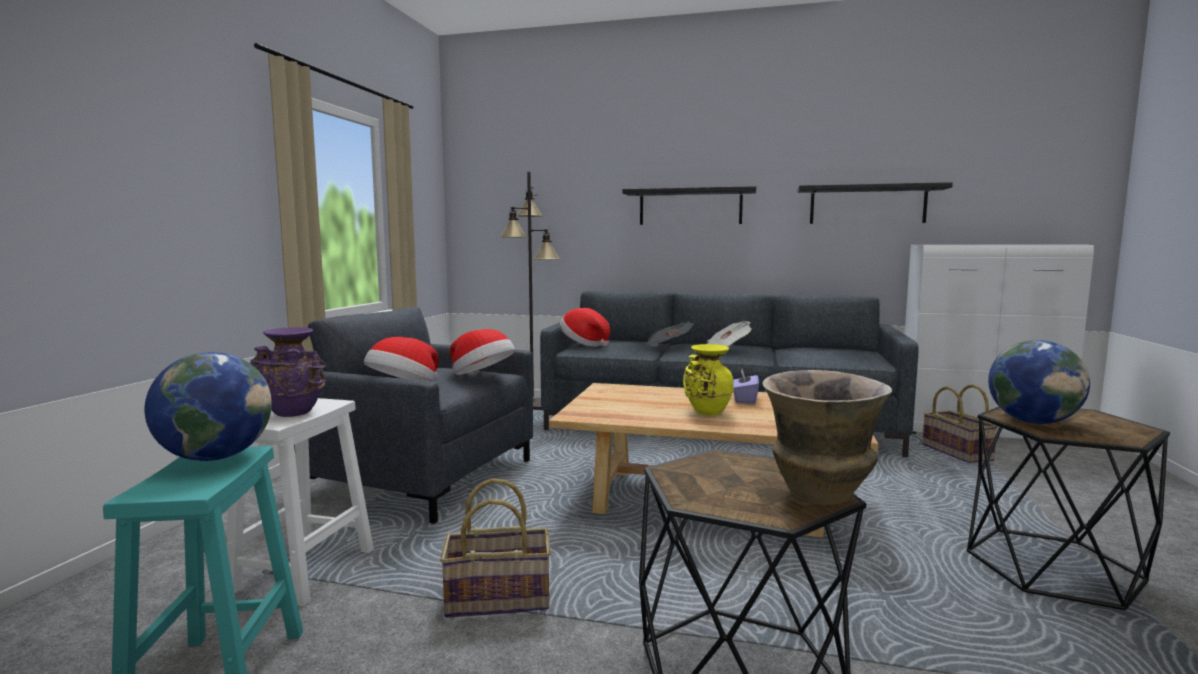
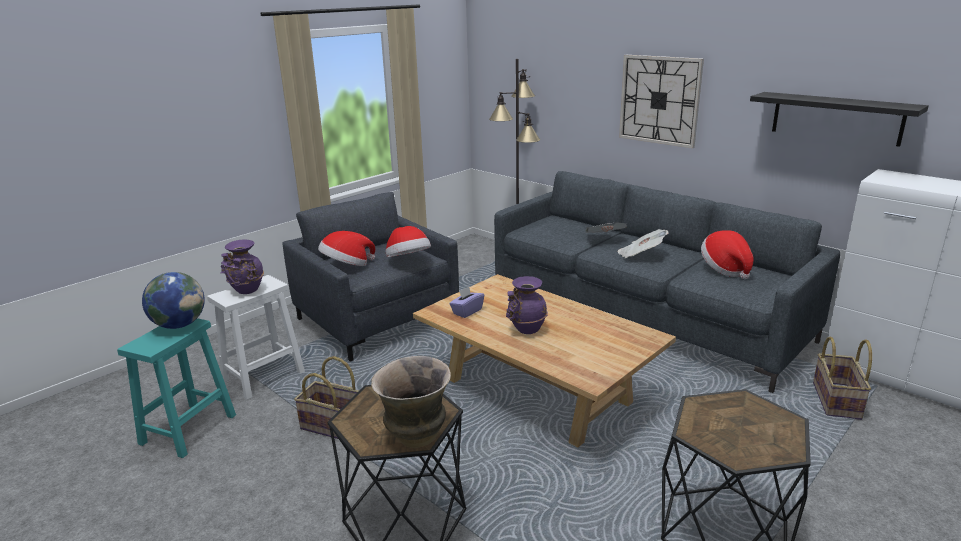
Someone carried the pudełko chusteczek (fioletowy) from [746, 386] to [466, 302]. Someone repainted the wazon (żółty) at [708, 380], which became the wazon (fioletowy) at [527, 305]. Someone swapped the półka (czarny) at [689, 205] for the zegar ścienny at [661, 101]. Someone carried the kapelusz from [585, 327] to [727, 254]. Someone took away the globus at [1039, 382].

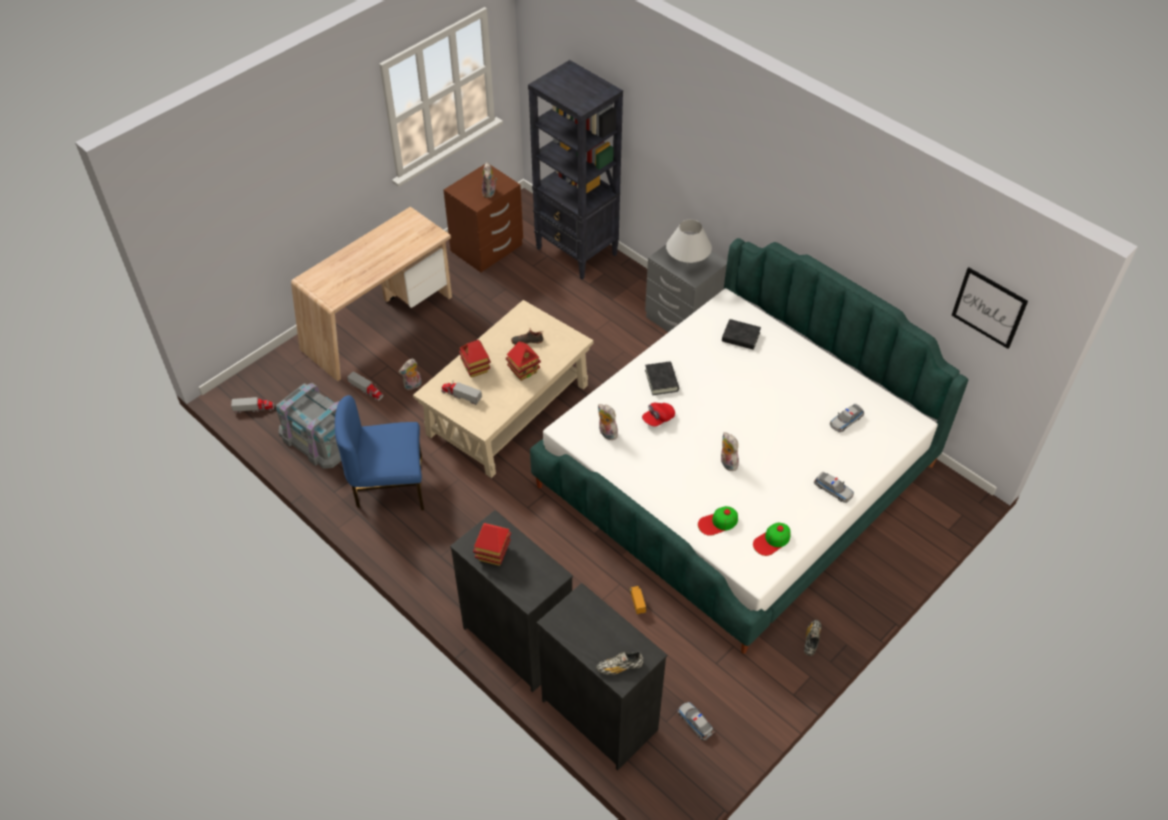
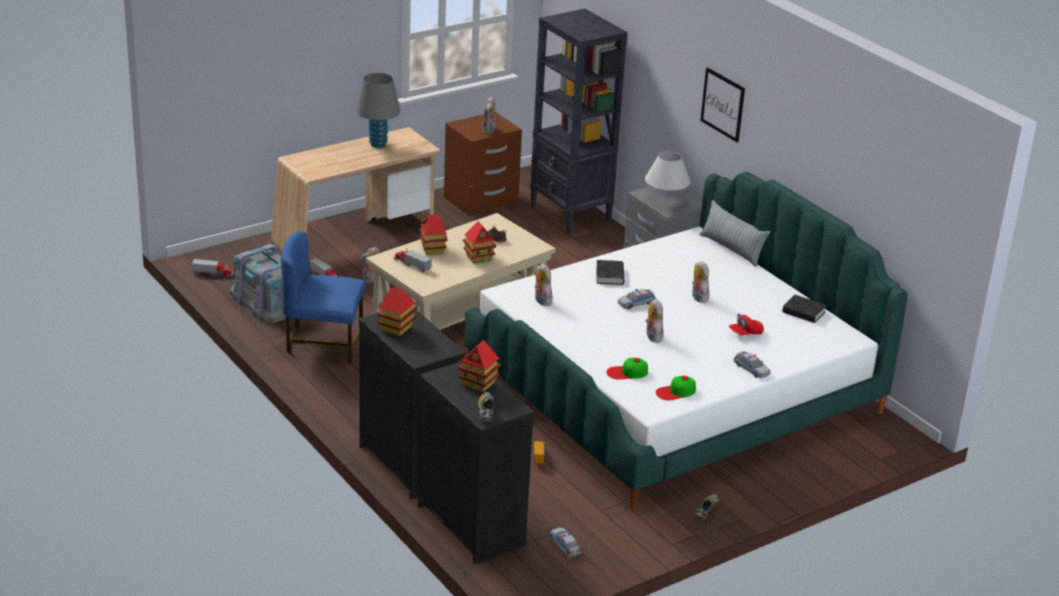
Someone put down the lampa stołowa (szary) at [378, 110]. Someone put down the domek at [479, 366]. Someone rotated the but at [619, 663] by 90 degrees clockwise. Someone carried the samochodzik from [847, 418] to [637, 299]. Someone put down the pluszak at [700, 282]. Someone carried the obraz from [989, 308] to [722, 105]. Someone put down the poduszka at [735, 233]. Someone carried the czapka z daszkiem (czerwony) from [658, 415] to [746, 324]. Someone carried the książka (czarny) from [741, 334] to [804, 309].

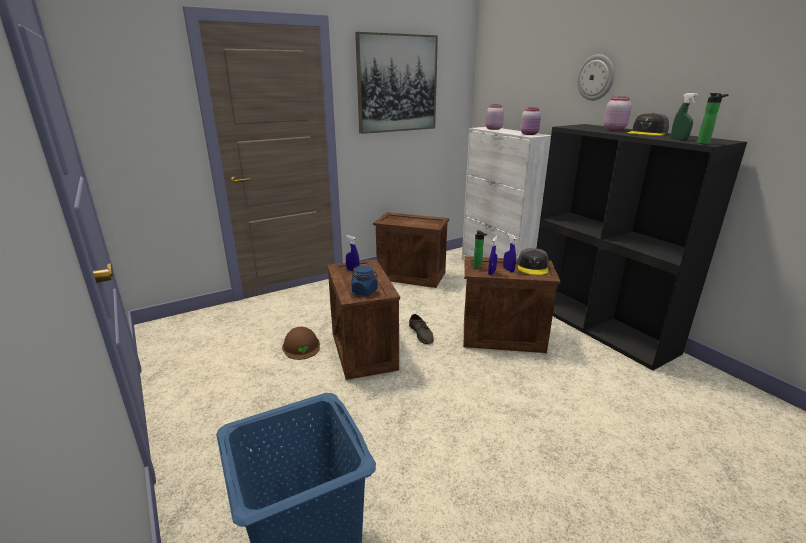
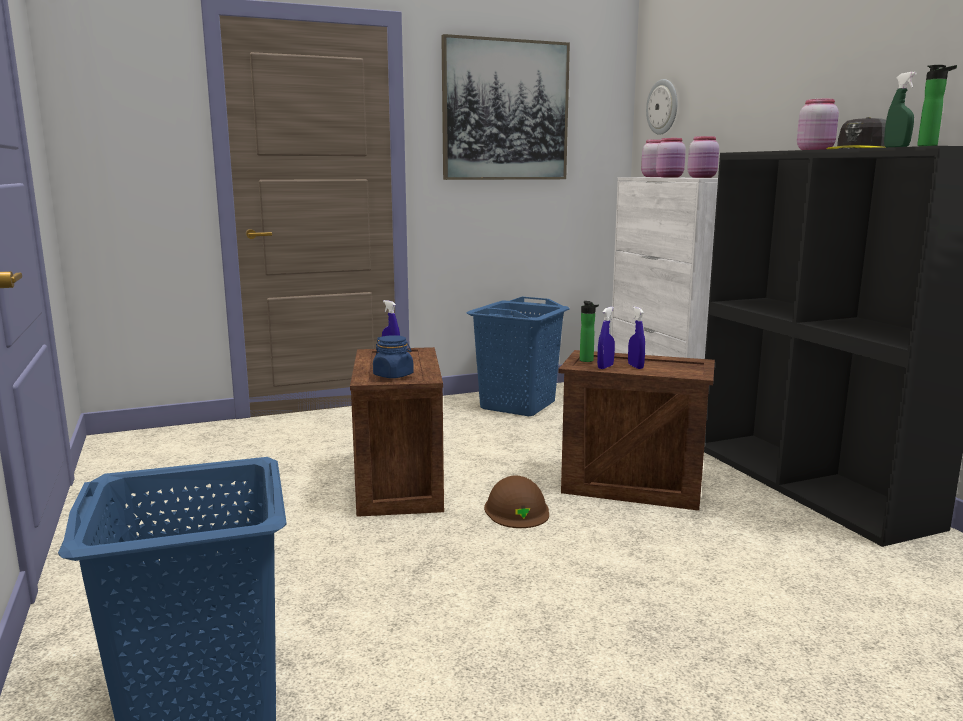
Someone swapped the skrzynka at [411, 250] for the kosz na pranie (niebieski) at [518, 356]. Someone carried the kask (brązowy) from [301, 343] to [516, 501]. Someone carried the zegar ścienny from [595, 77] to [661, 107]. Someone put down the słoik (różowy) at [671, 157]. Someone took away the but (szary) at [421, 329]. Someone took away the czapka z daszkiem (szary) at [533, 261].

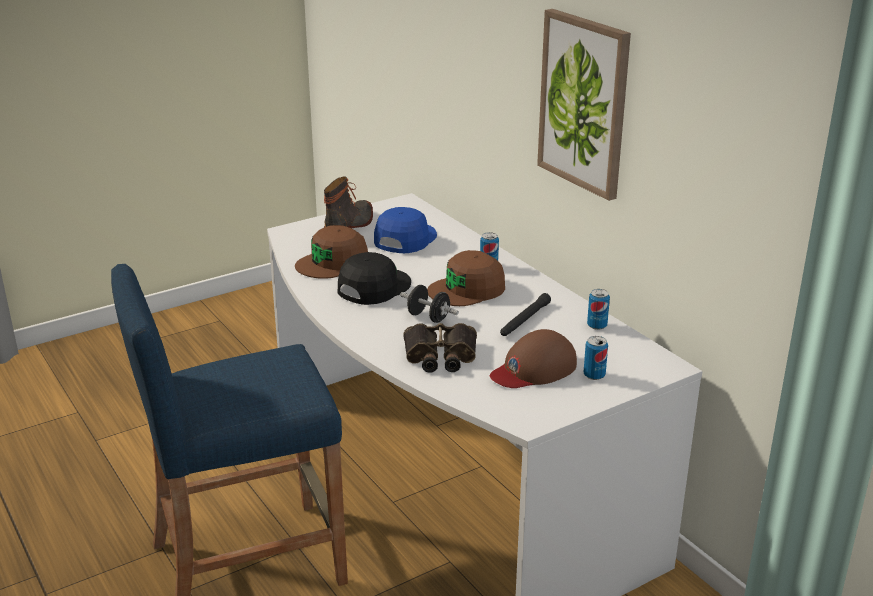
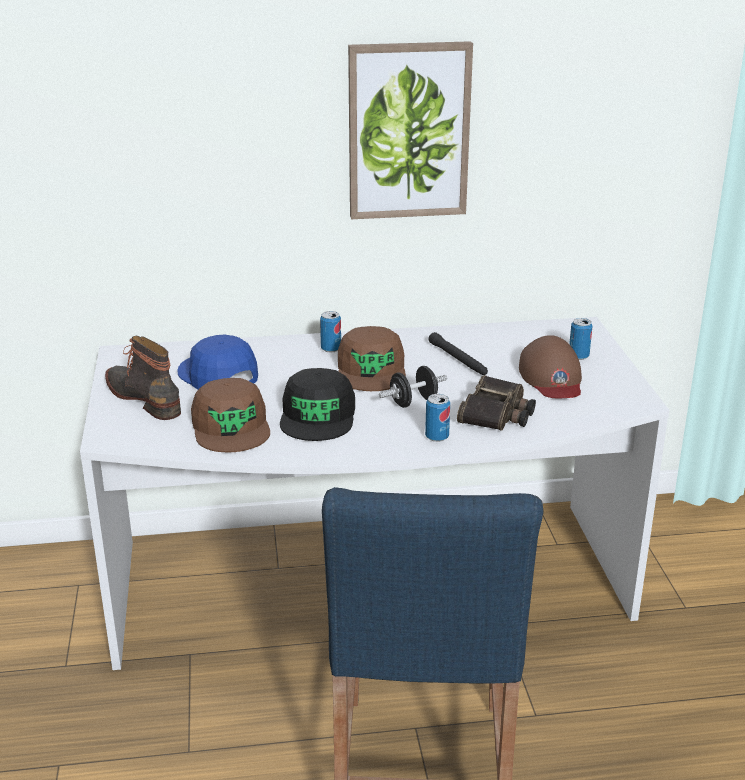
Someone rotated the czapka z daszkiem (czarny) at [374, 278] by 150 degrees counterclockwise. Someone carried the puszka from [598, 309] to [437, 418].

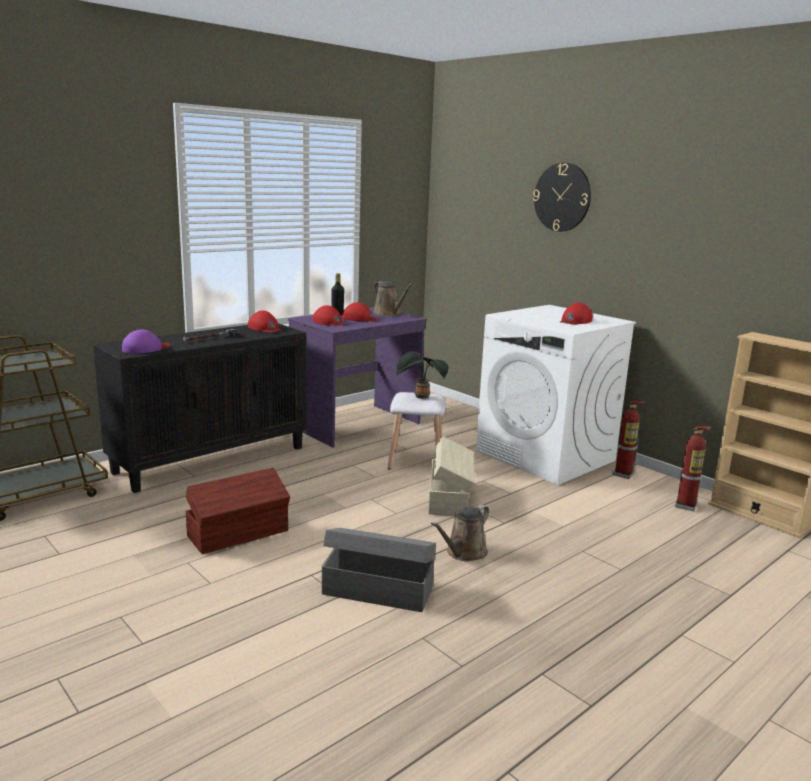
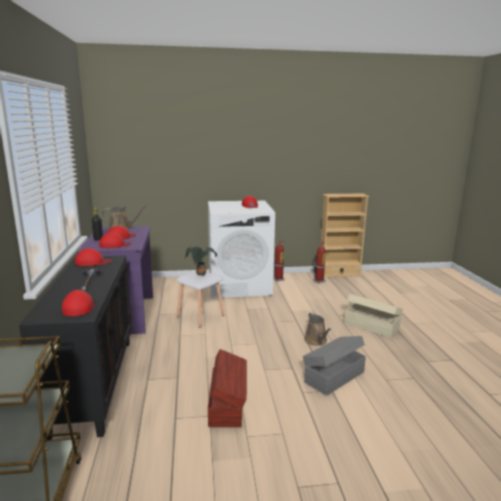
Someone repainted the czapka z daszkiem (fioletowy) at [146, 341], which became the czapka z daszkiem (czerwony) at [78, 303]. Someone carried the pojemnik do przechowywania (beżowy) from [451, 476] to [373, 316]. Someone took away the zegar ścienny at [562, 197].

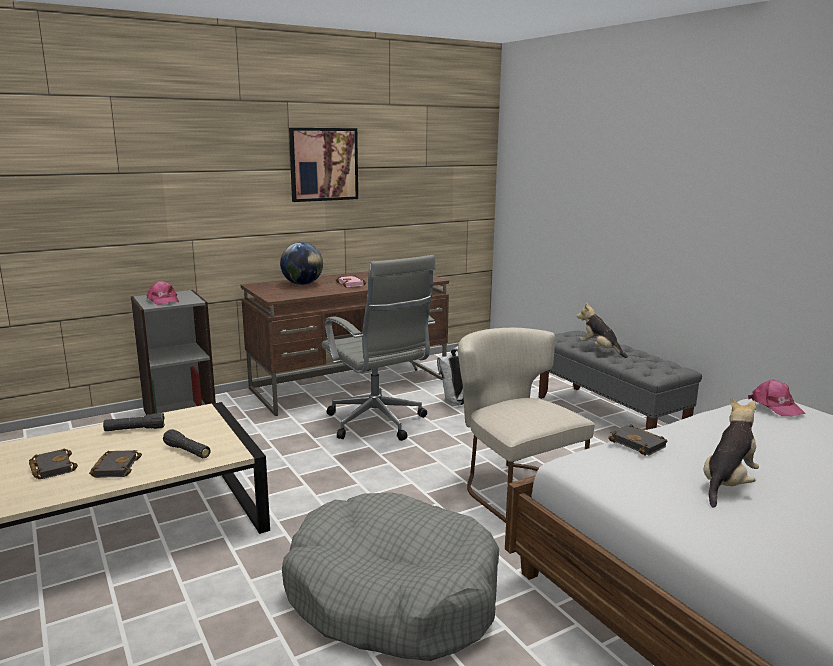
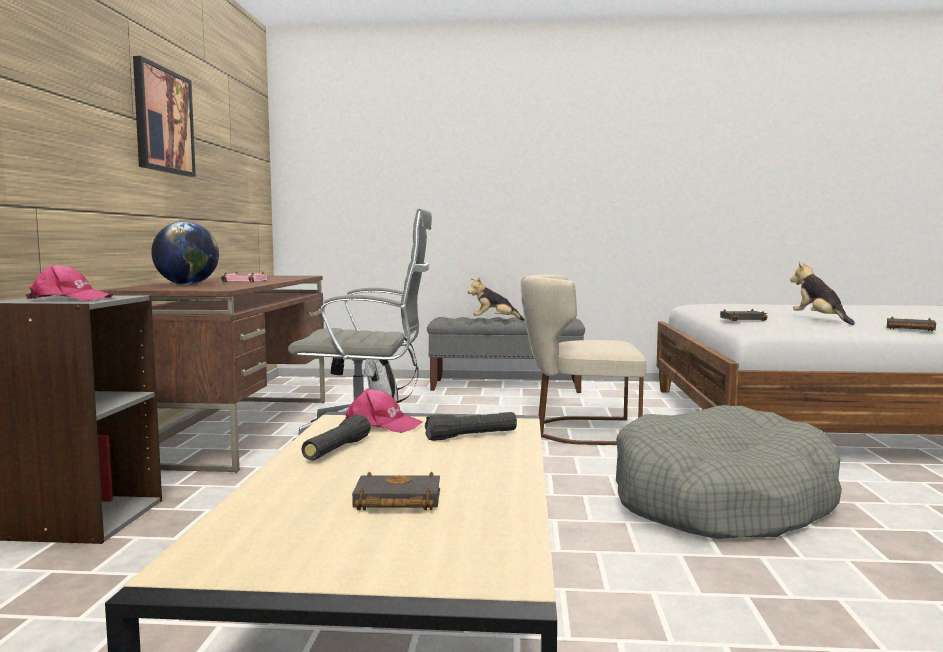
Someone carried the czapka z daszkiem (różowy) from [777, 397] to [382, 410]. Someone carried the książka (czarny) from [115, 464] to [911, 323].

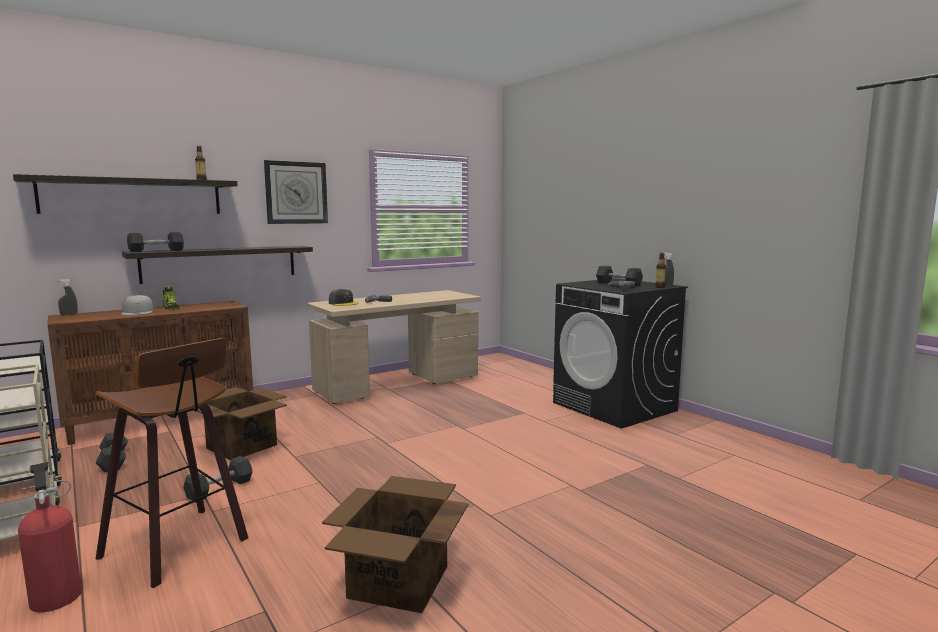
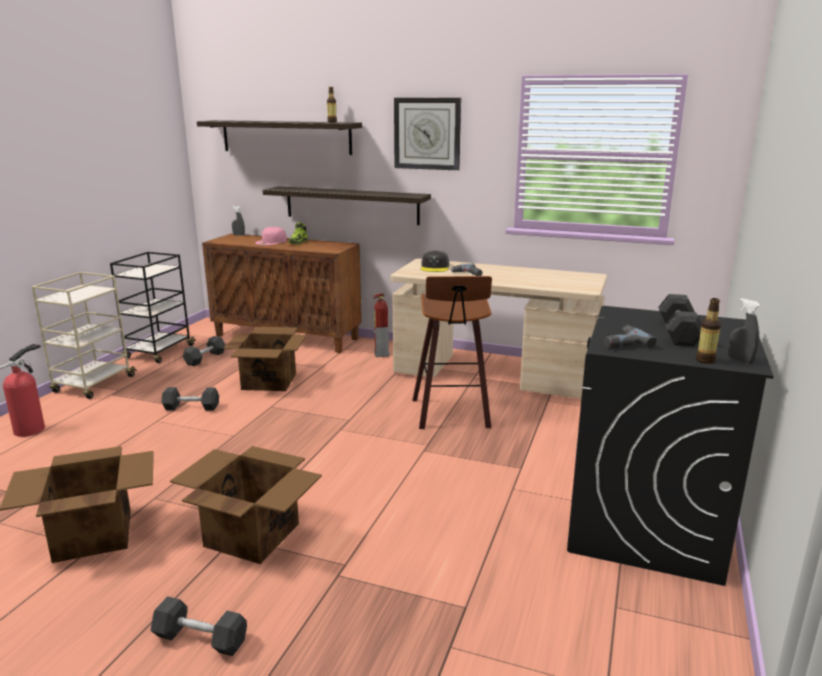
Someone carried the hantel (szary) from [155, 242] to [199, 626]. Someone put down the karton at [246, 505]. Someone repainted the czapka z daszkiem (biały) at [137, 305], which became the czapka z daszkiem (różowy) at [271, 236]. Someone put down the gaśnica at [381, 325]. Someone carried the stołek from [171, 463] to [452, 352].

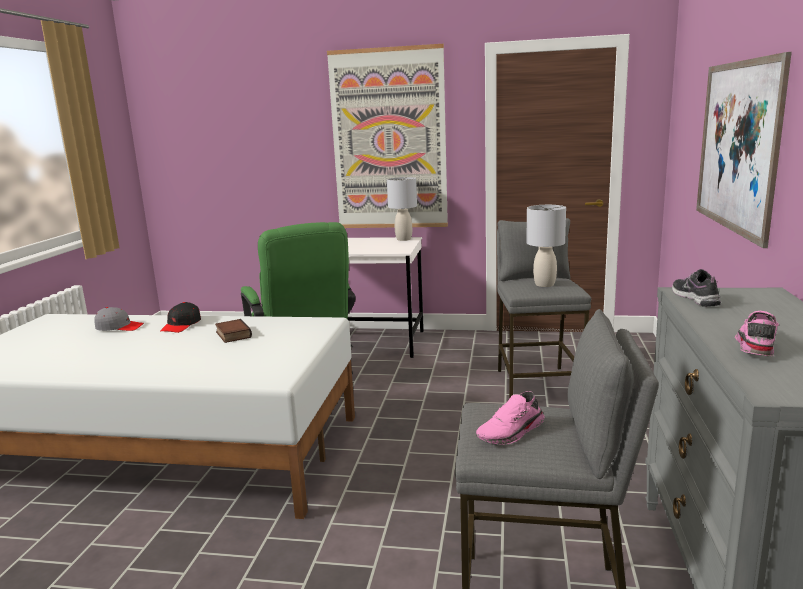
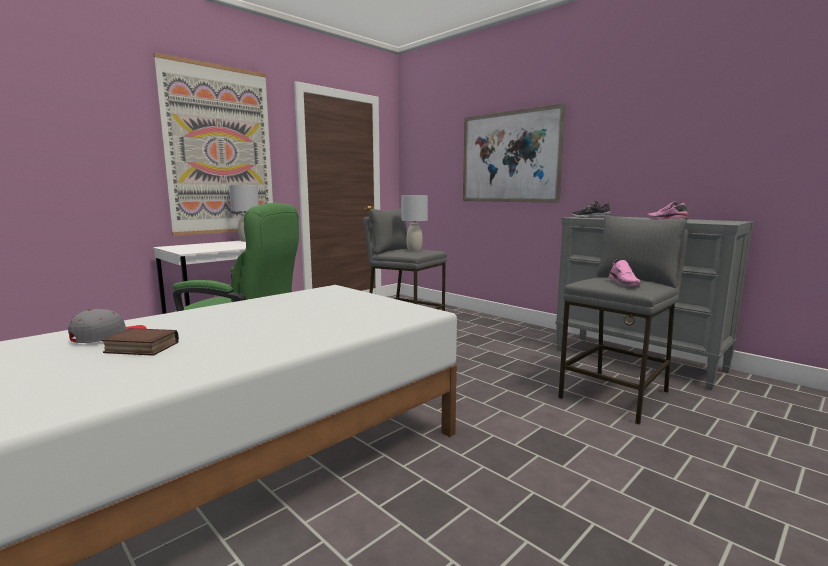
Someone carried the książka from [233, 331] to [140, 342]. Someone took away the czapka z daszkiem (czarny) at [180, 317].

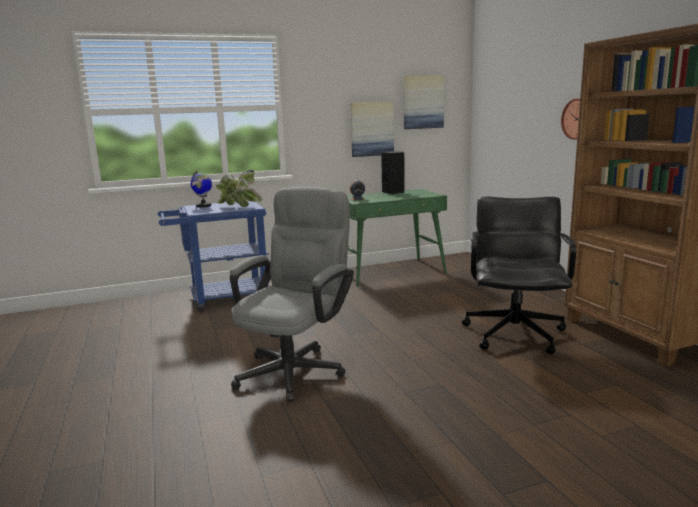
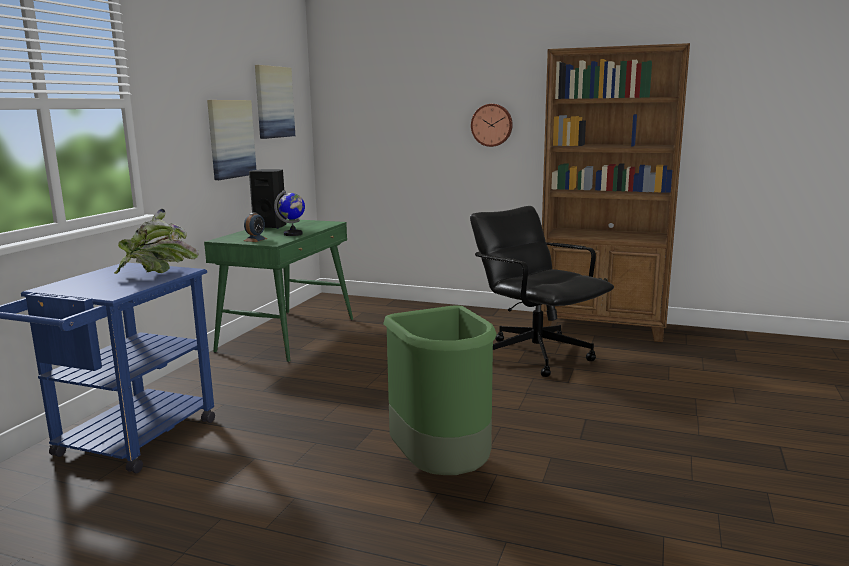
Someone carried the globus from [201, 189] to [289, 213]. Someone swapped the krzesło biurowe (szary) at [292, 294] for the kosz na śmieci (zielony) at [440, 390].

